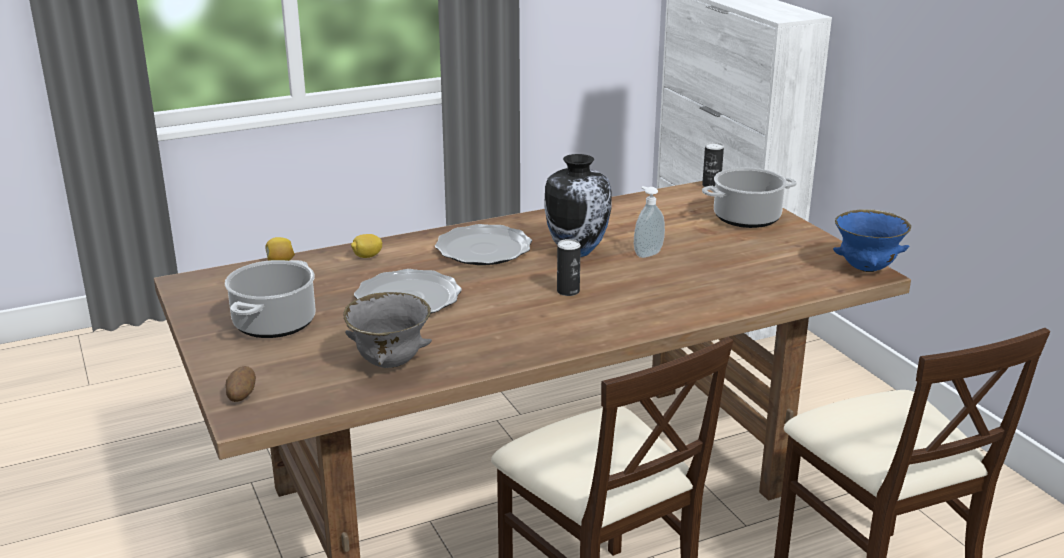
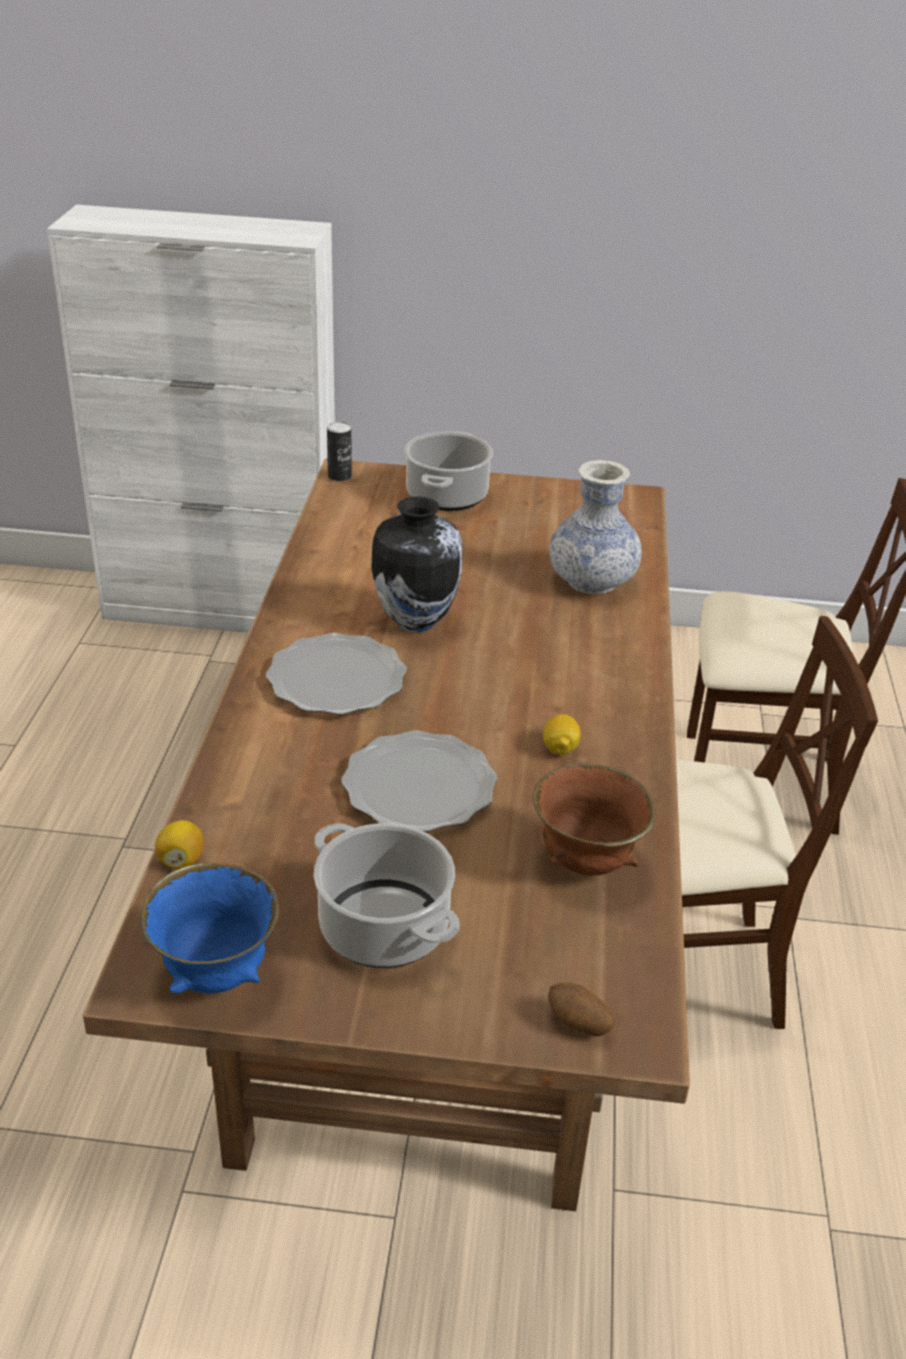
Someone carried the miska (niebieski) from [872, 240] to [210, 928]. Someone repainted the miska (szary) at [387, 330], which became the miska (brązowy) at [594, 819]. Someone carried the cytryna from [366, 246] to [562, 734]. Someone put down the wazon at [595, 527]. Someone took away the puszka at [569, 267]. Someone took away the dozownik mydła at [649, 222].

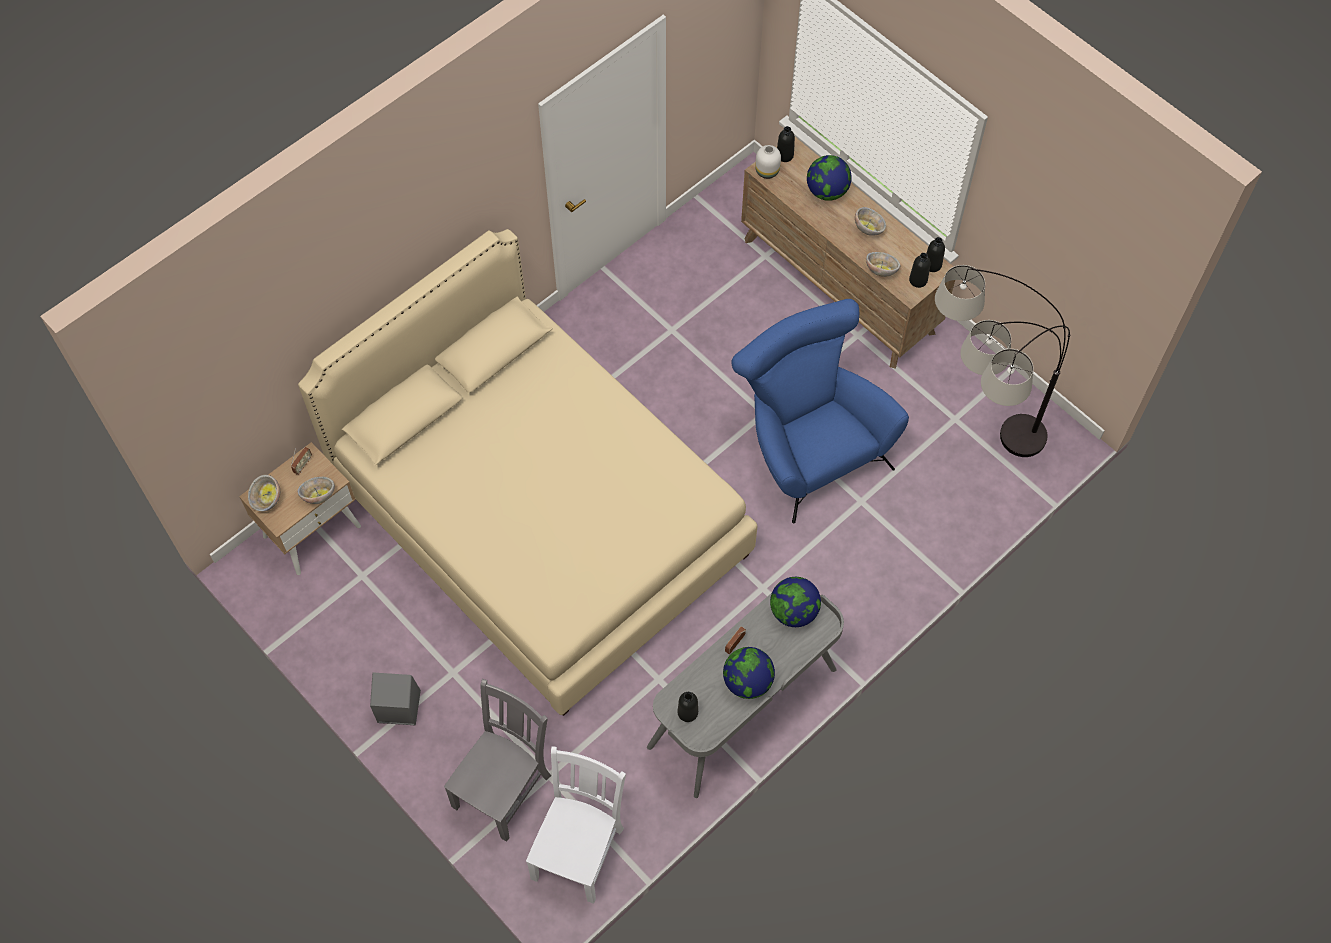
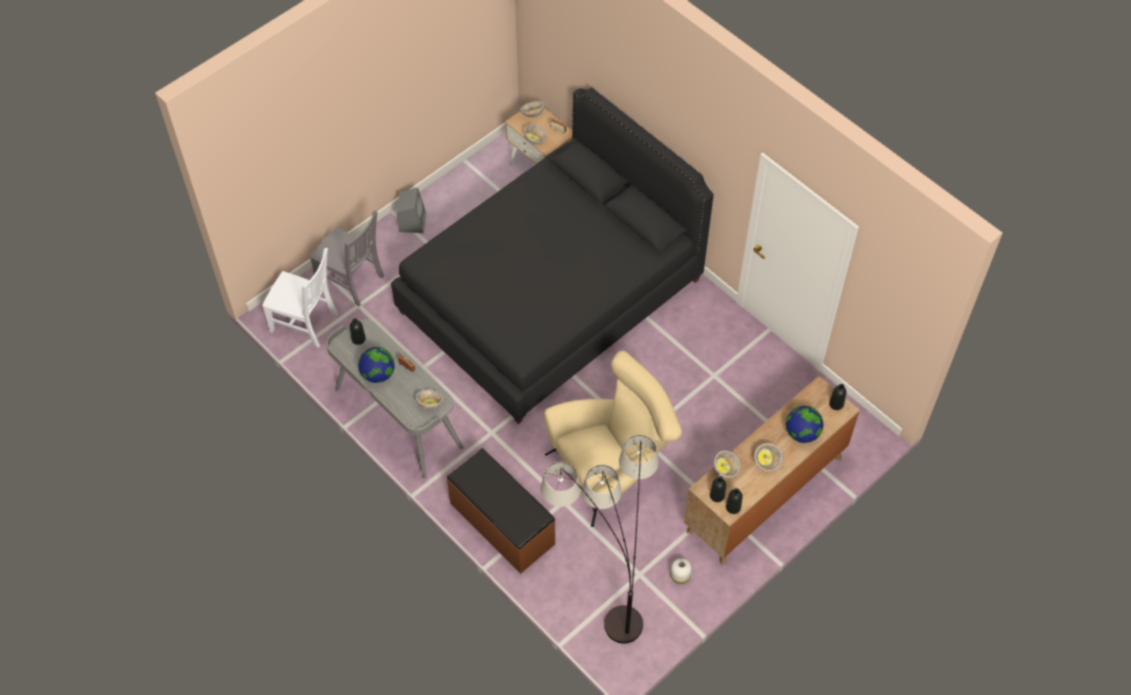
Someone repainted the łóżko (beżowy) at [527, 472], which became the łóżko (czarny) at [552, 255]. Someone swapped the globus at [795, 602] for the miska at [429, 400]. Someone put down the ławka (brązowy) at [501, 511]. Someone repainted the fotel (niebieski) at [820, 411], which became the fotel (beżowy) at [613, 439]. Someone carried the wazon (biały) from [768, 162] to [681, 571].

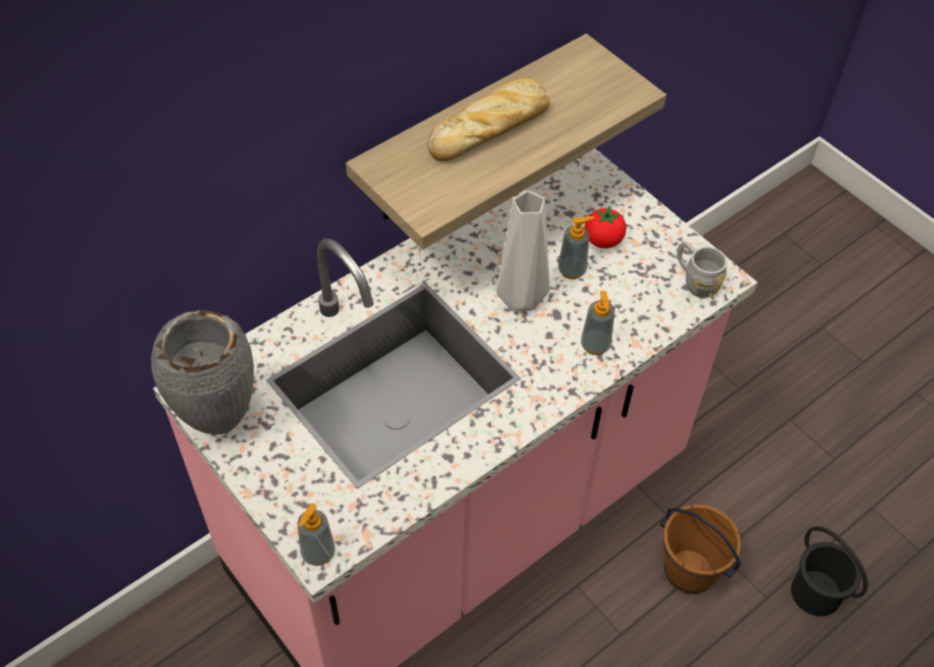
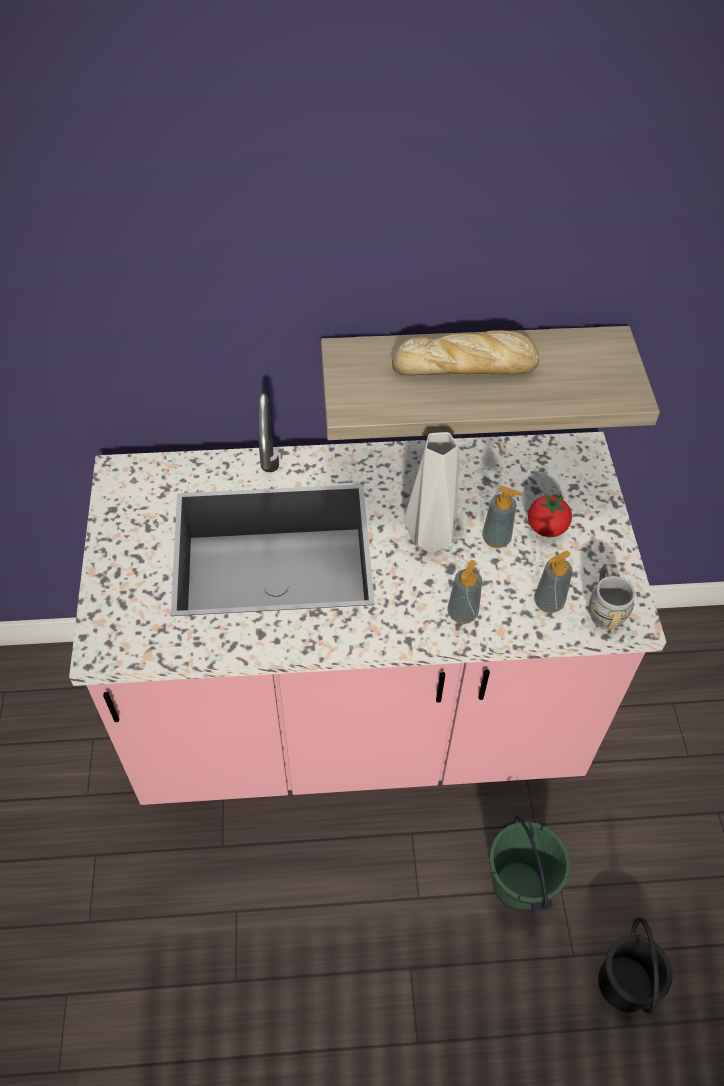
Someone repainted the wiadro (brązowy) at [700, 549], which became the wiadro (zielony) at [529, 863]. Someone carried the dozownik mydła from [316, 534] to [553, 582]. Someone took away the wazon (szary) at [202, 372].

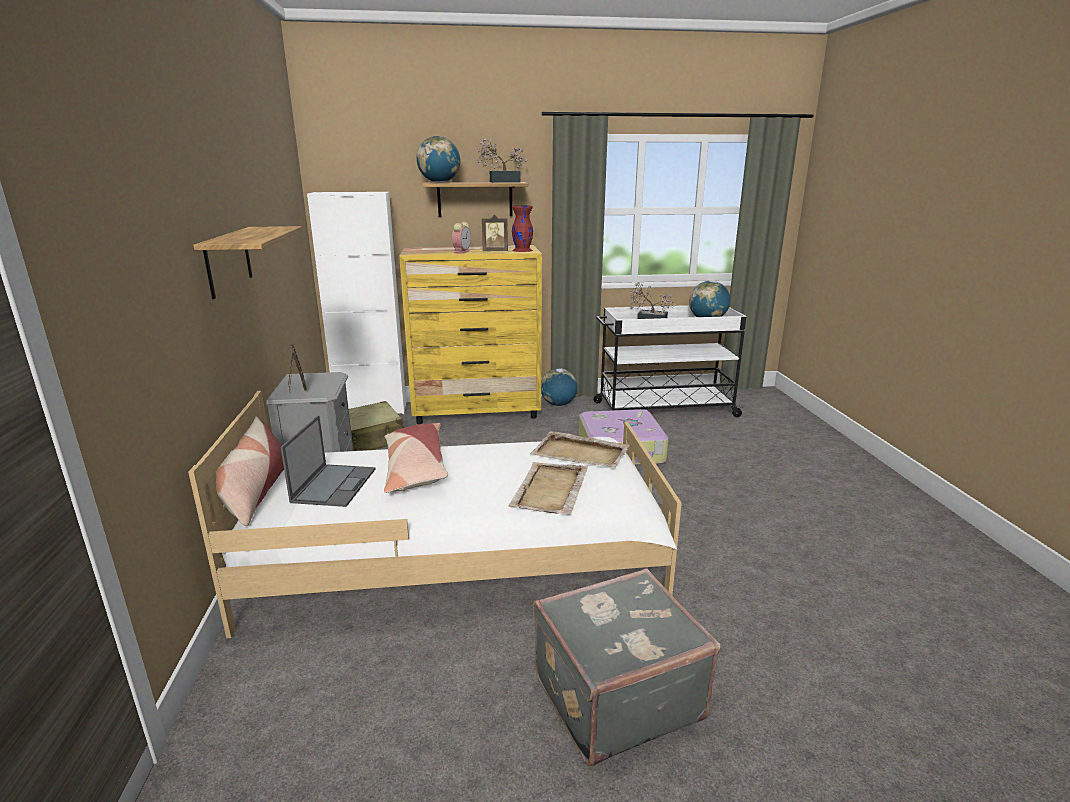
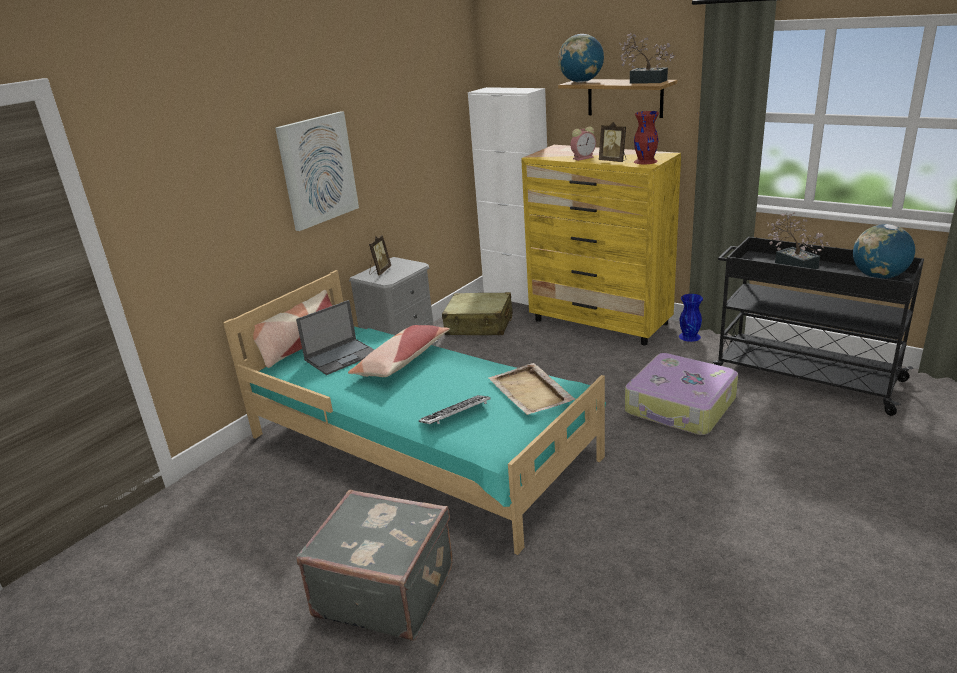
Someone repainted the łóżko (biały) at [435, 515], which became the łóżko (turkusowy) at [414, 412]. Someone swapped the półka at [247, 262] for the obraz at [317, 171]. Someone swapped the taca (beżowy) at [548, 488] for the klawiatura at [454, 409]. Someone swapped the globus at [559, 387] for the wazon (niebieski) at [691, 318]. Someone repainted the wózek (biały) at [669, 361], which became the wózek (czarny) at [818, 326].

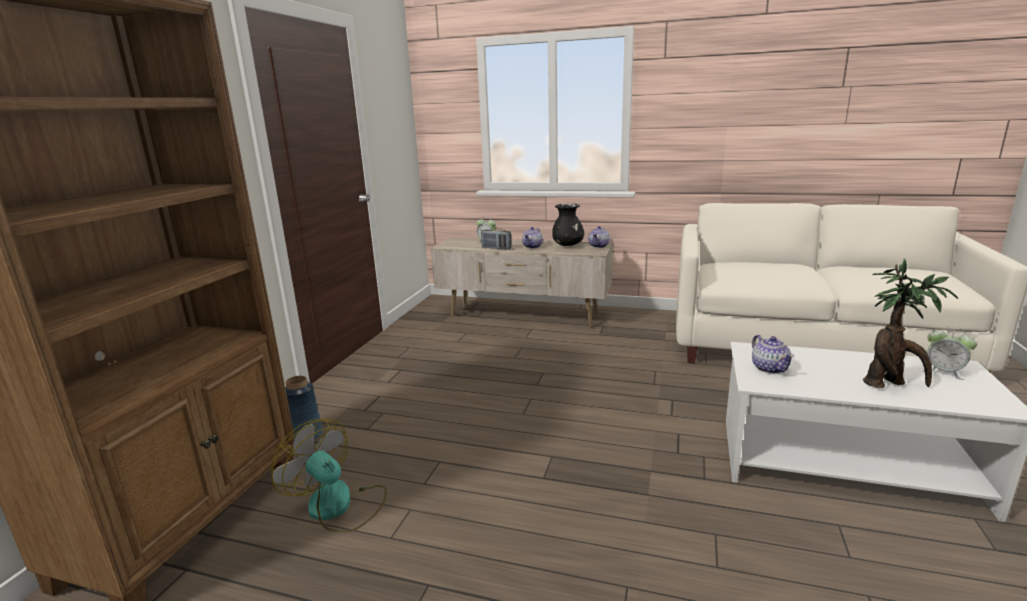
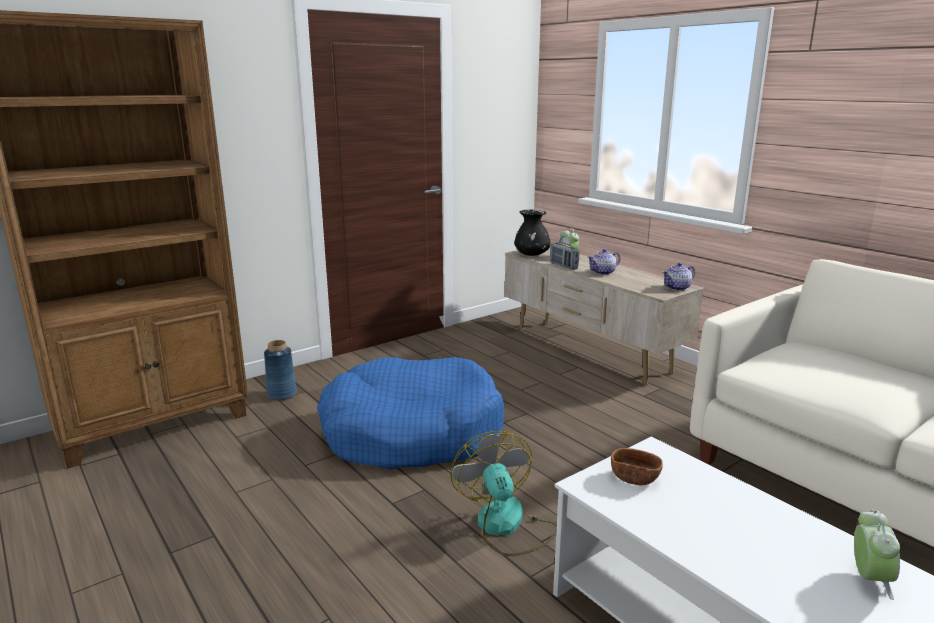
Someone put down the legowisko (niebieski) at [410, 413]. Someone carried the wentylator from [329, 476] to [504, 493]. Someone carried the wazon (czarny) from [568, 224] to [533, 232]. Someone swapped the imbryk at [773, 354] for the miska (brązowy) at [637, 466]. Someone rotated the budzik at [950, 353] by 150 degrees counterclockwise. Someone took away the roślina doniczkowa at [910, 323].

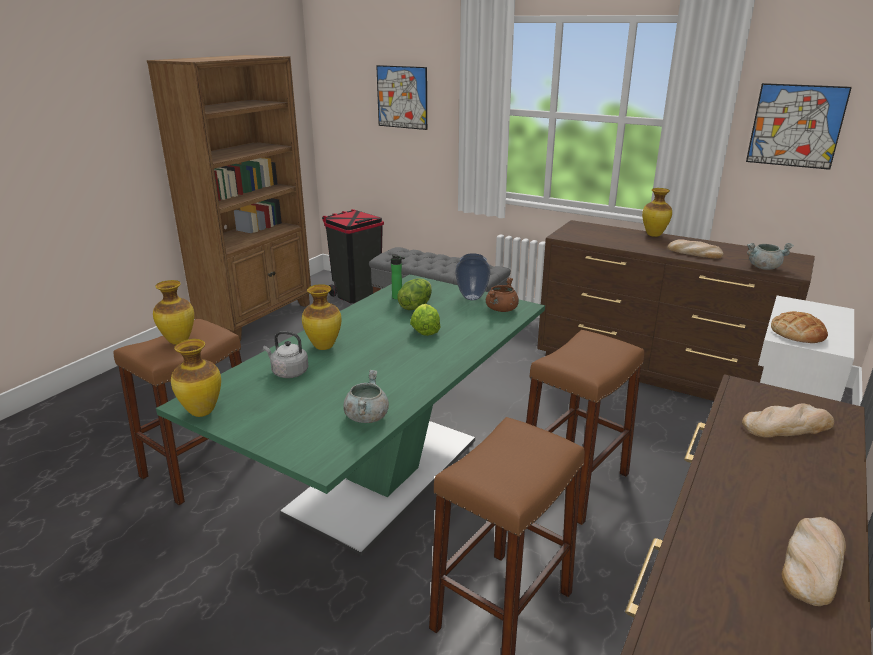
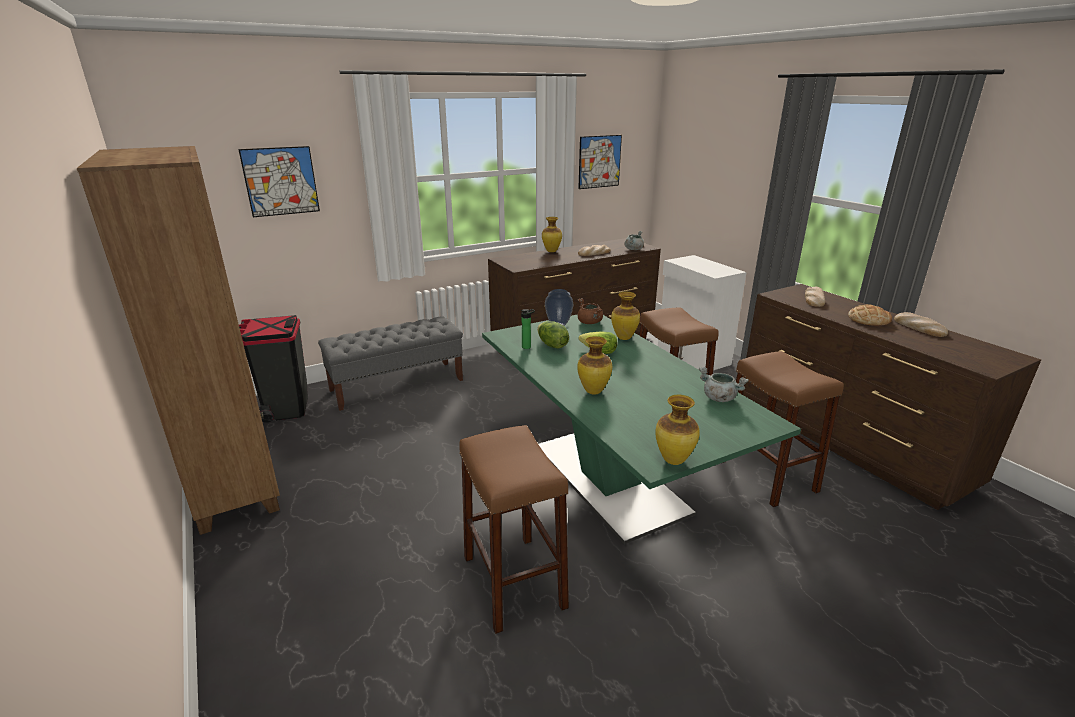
Someone carried the wazon from [173, 312] to [625, 316]. Someone carried the chleb from [799, 327] to [870, 315]. Someone took away the czajnik (szary) at [285, 354].

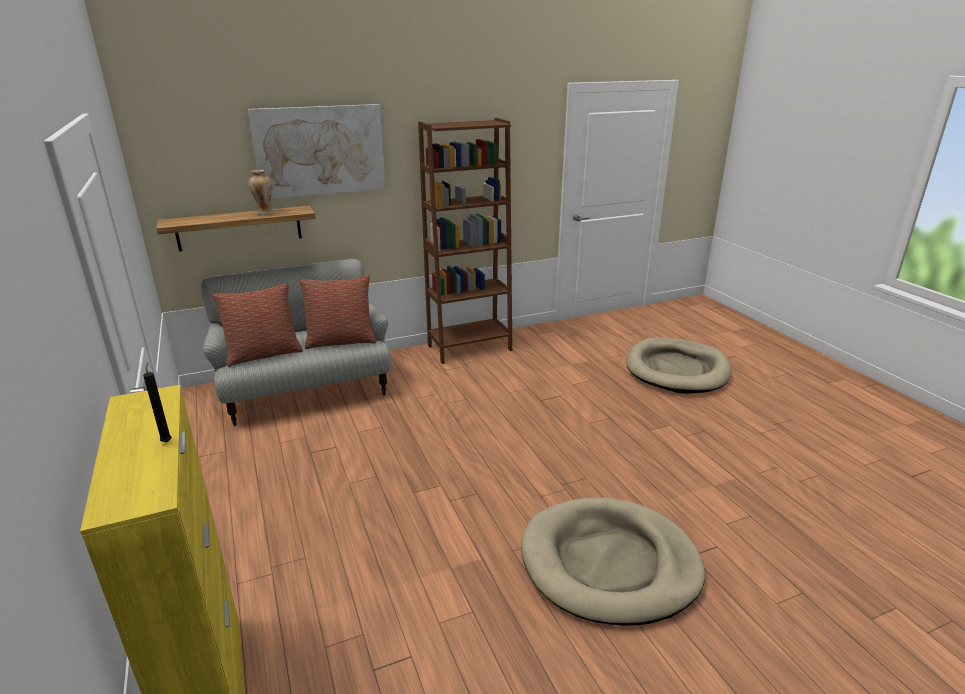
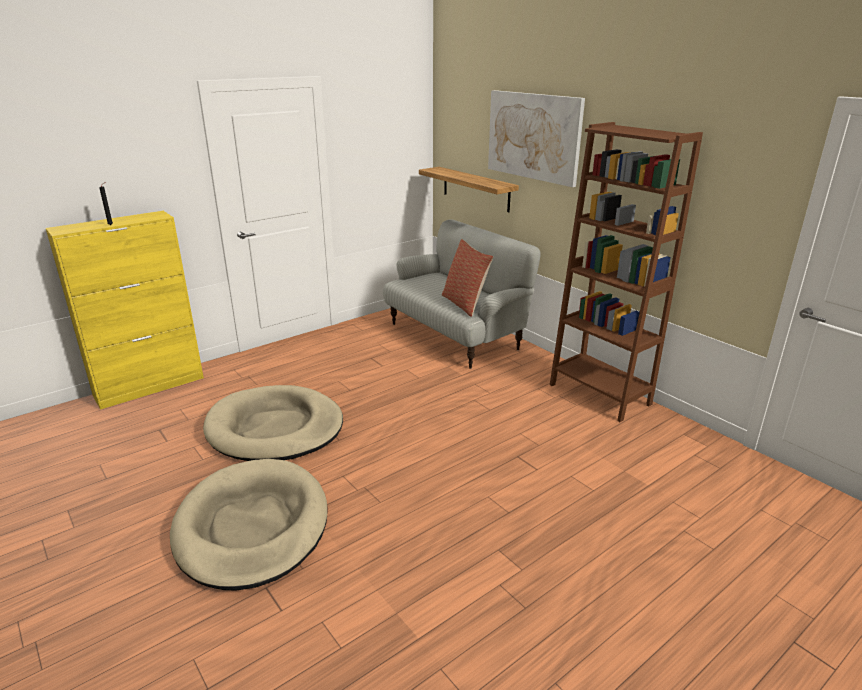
Someone carried the legowisko (beżowy) from [679, 366] to [273, 423]. Someone took away the poduszka at [257, 325]. Someone took away the wazon at [261, 192].

